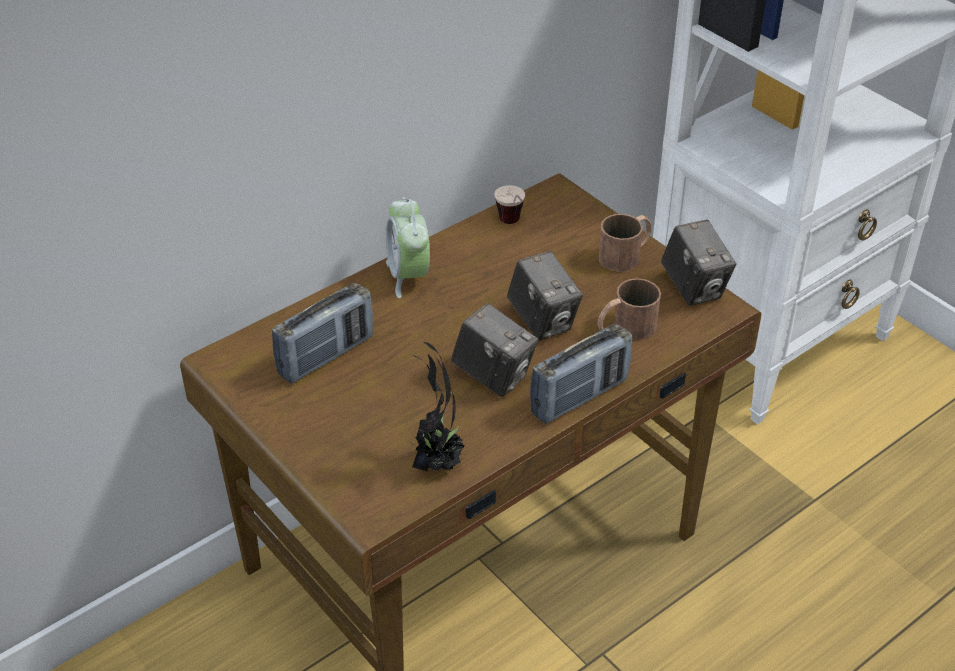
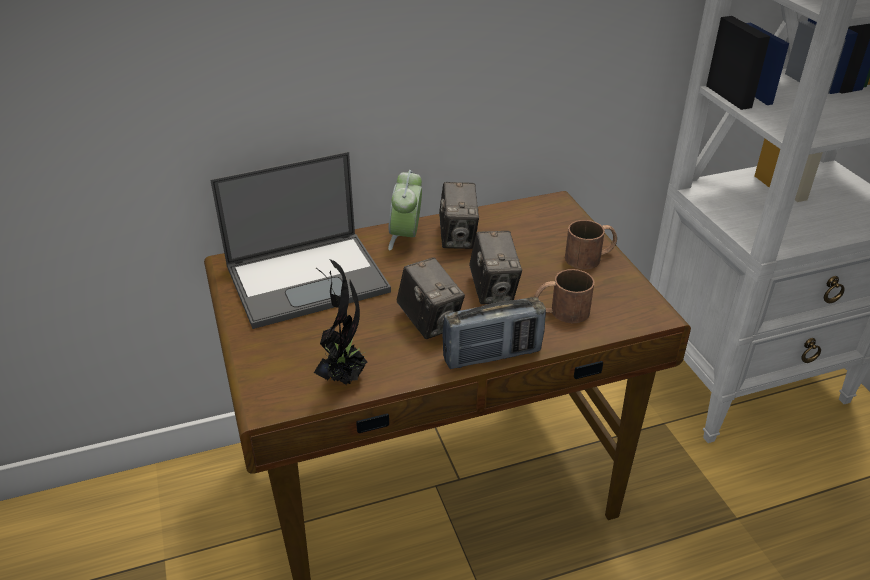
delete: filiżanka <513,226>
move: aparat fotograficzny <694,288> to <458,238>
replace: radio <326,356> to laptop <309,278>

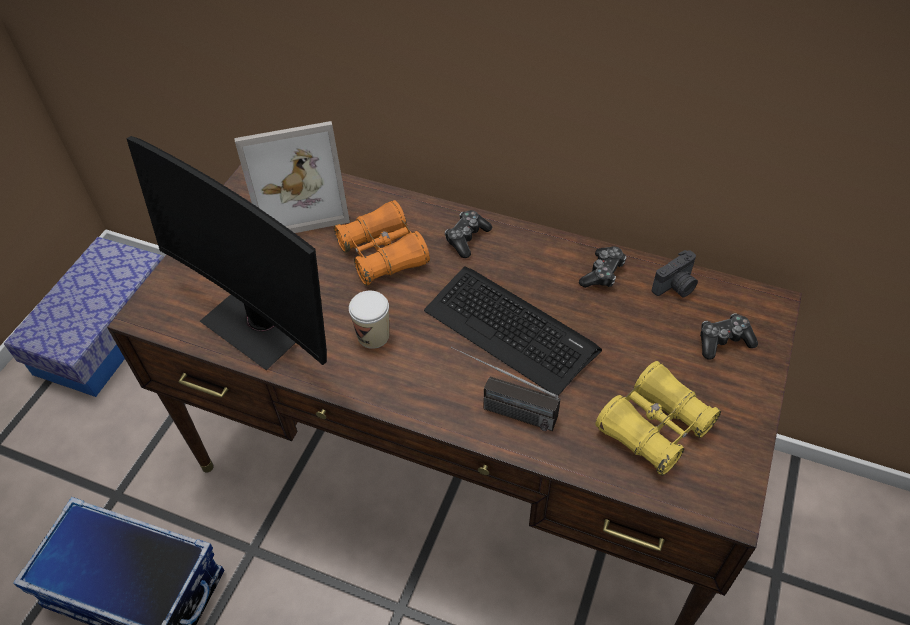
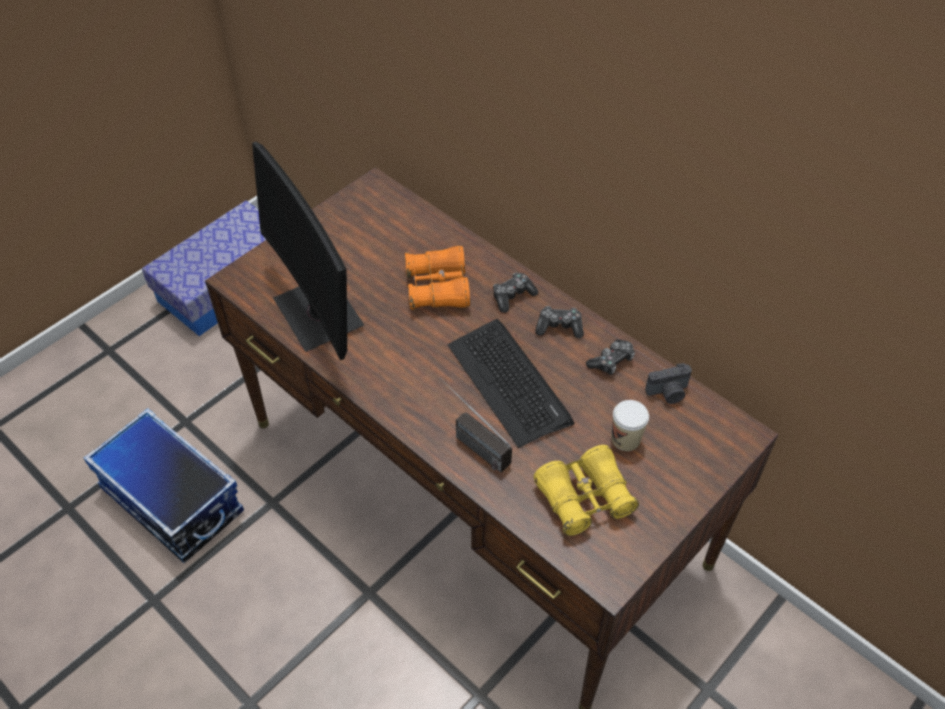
delete: ramka na zdjęcie <300,202>
move: pad do gier <723,341> to <559,327>; filiżanka <373,336> to <625,439>

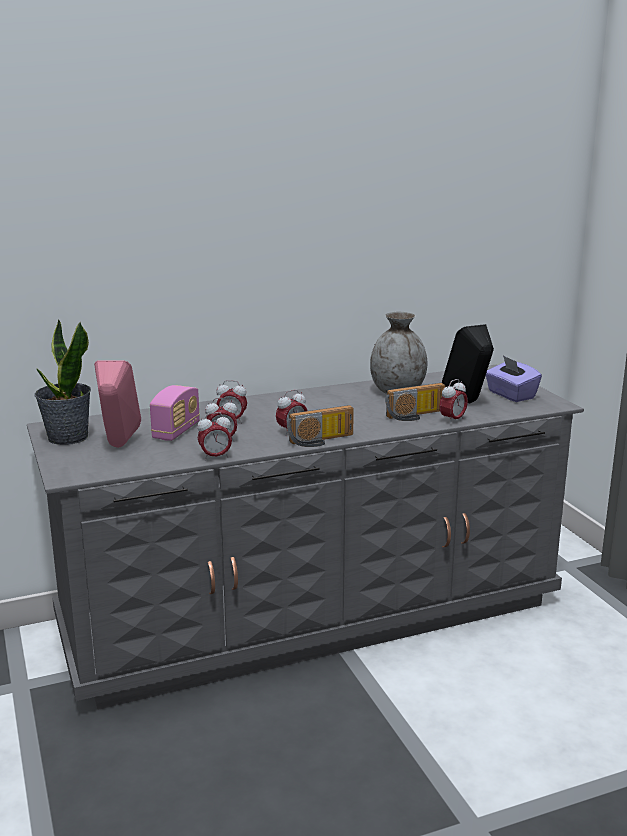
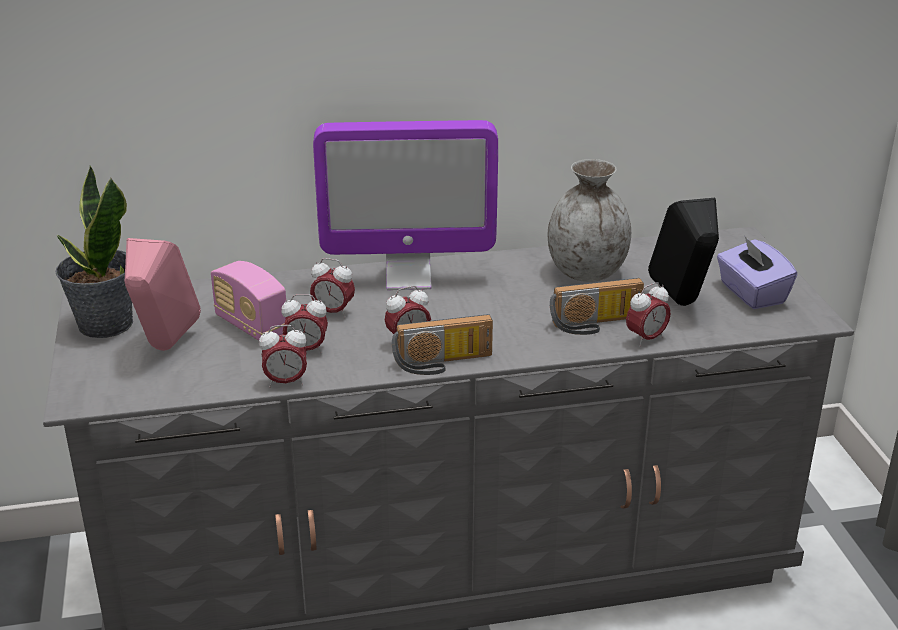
insert: monitor <408,278>
rotate: radio <176,431> = <251,326> 105 degrees clockwise

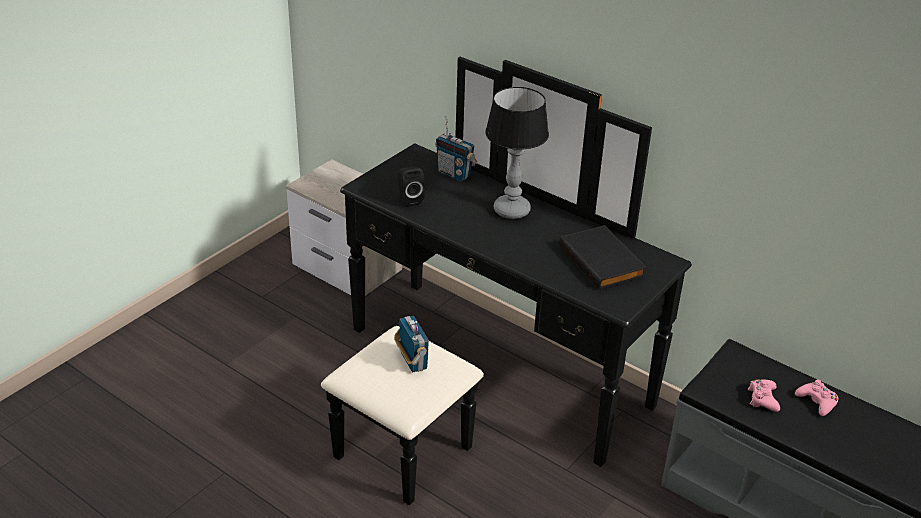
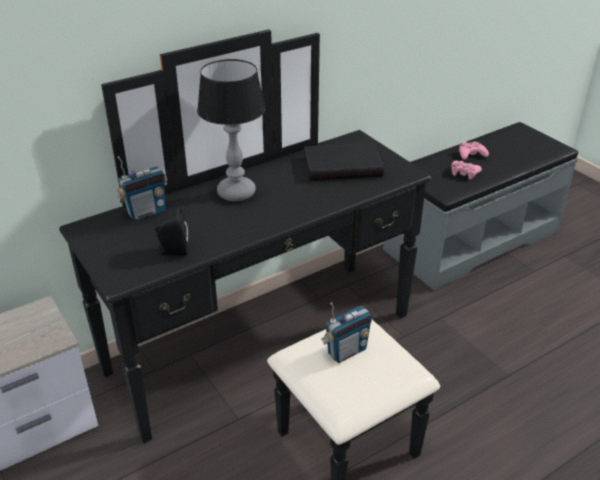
rotate: radio <412,361> = <346,351> 150 degrees clockwise

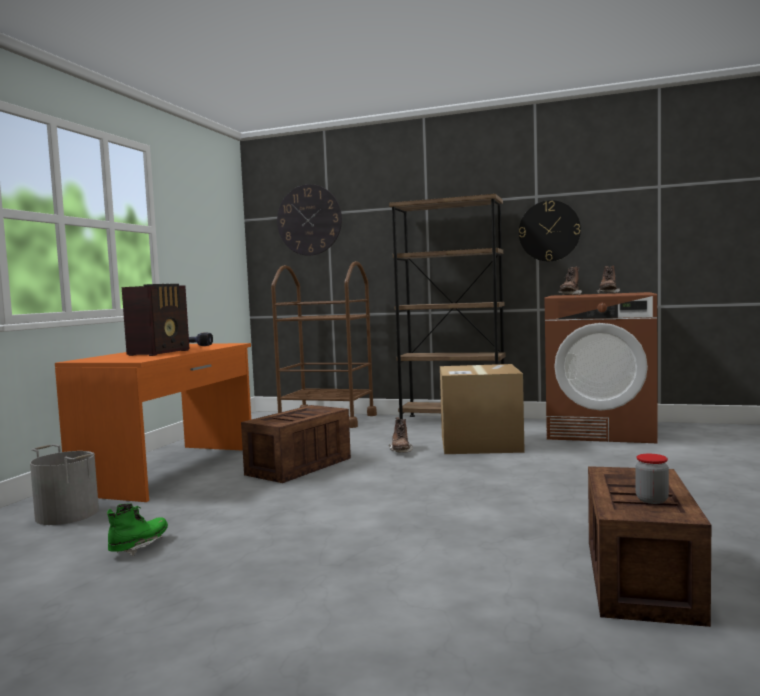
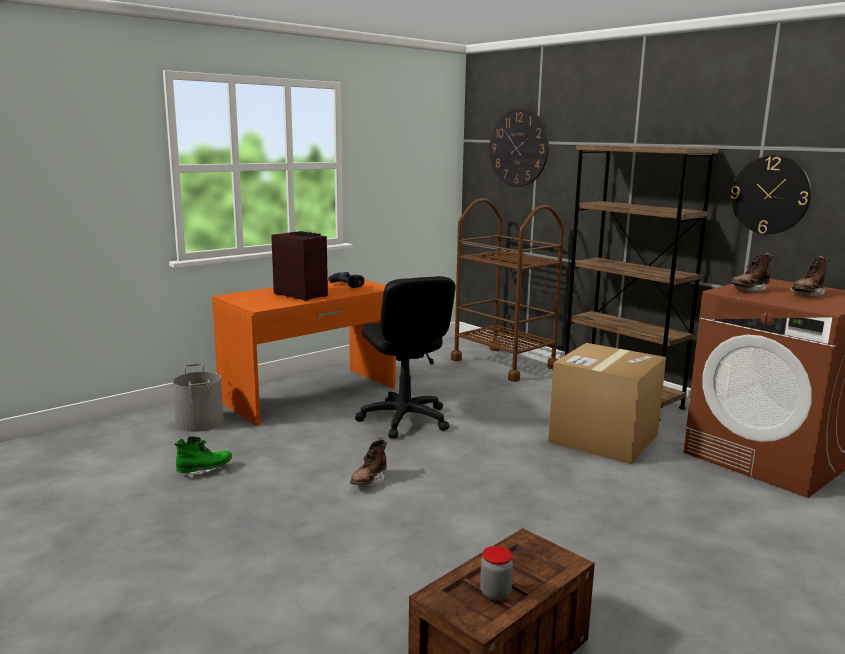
move: but z cholewką/brązowy <401,451> to <369,481>
replace: skrzynka <298,466> to krzesło biurowe/czarny <404,420>
rotate: radio <160,352> = <300,294> 105 degrees counterclockwise

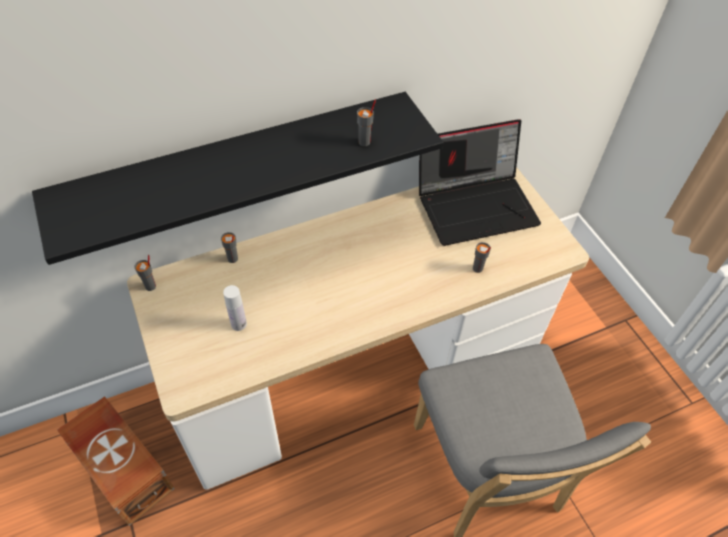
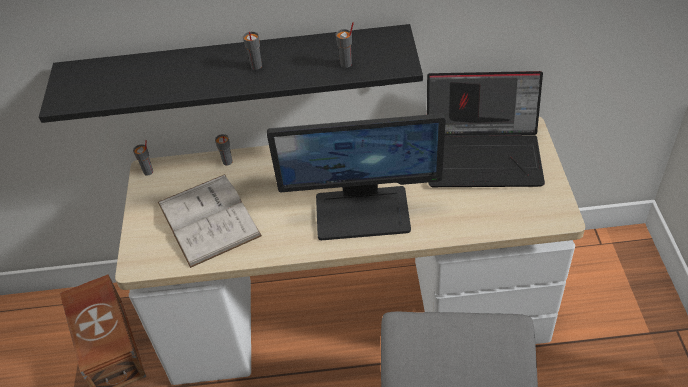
insert: monitor <363,211>
move: filiżanka/szary <477,269> to <256,66>
replace: butelka/biały <239,324> to książka/biały <208,219>

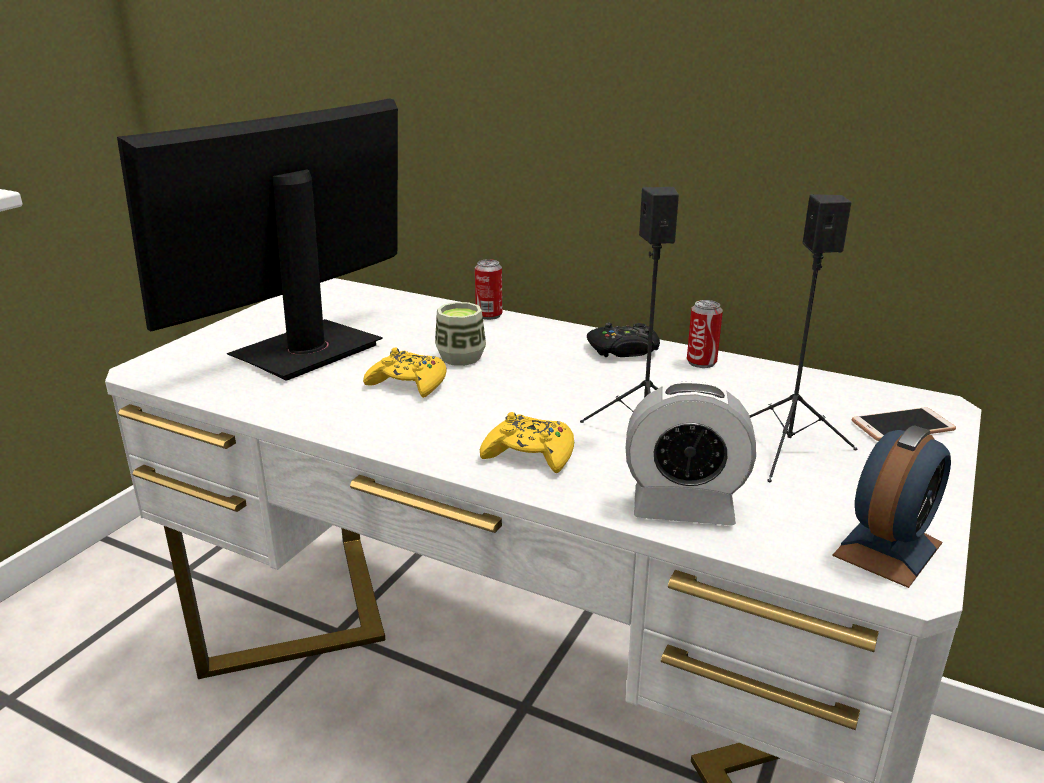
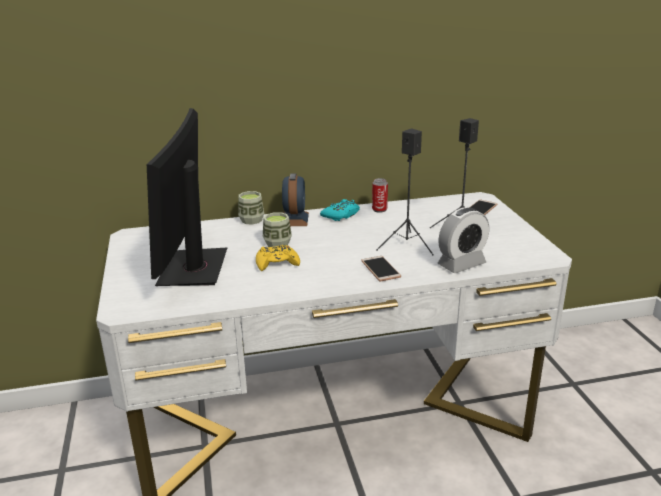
move: budzik <887,549> to <294,219>
replace: puszka <489,315> to filiżanka <251,220>; pad do gier/żółty <530,454> to telefon <380,269>
recolor: pad do gier/czarny <624,350> to pad do gier/turkusowy <341,215>

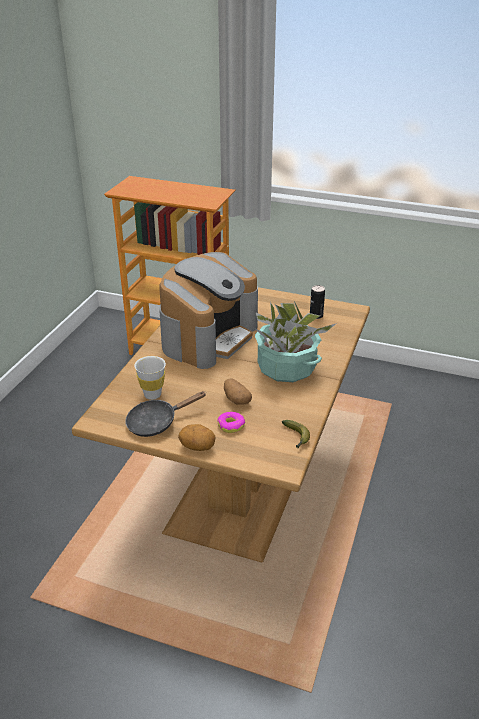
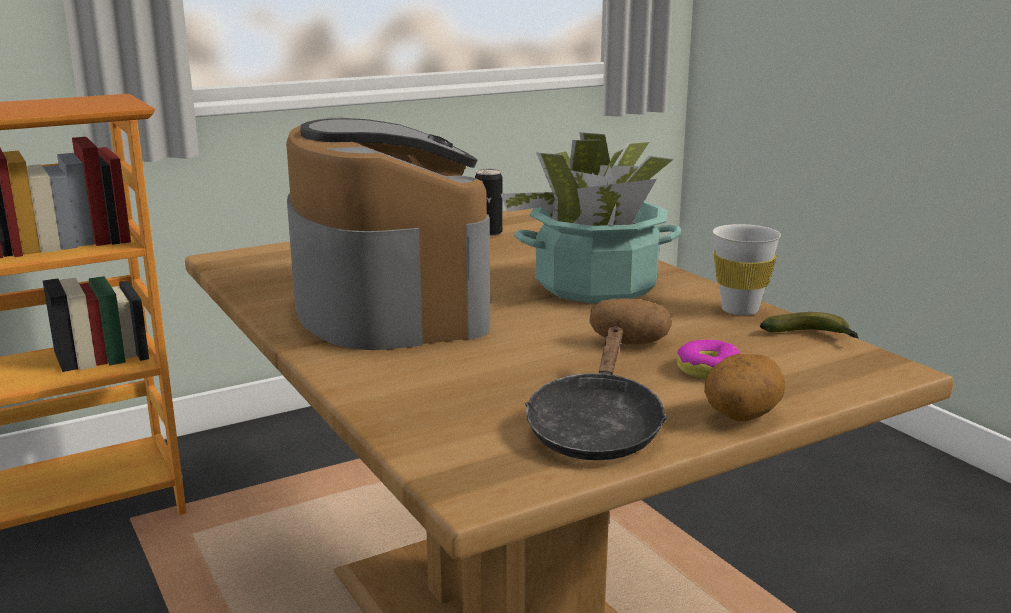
move: filiżanka/biały <152,395> to <739,310>

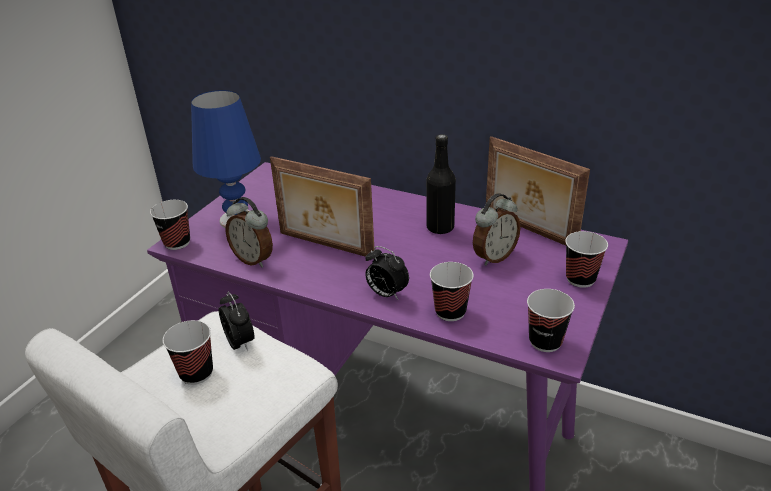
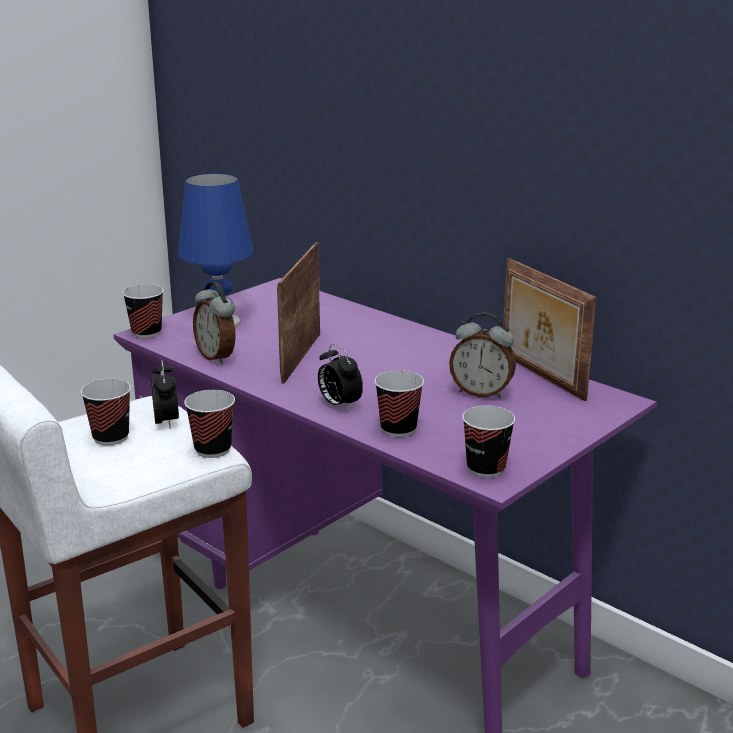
delete: butelka/czarny <440,228>
move: filiżanka <580,279> to <213,449>
rotate: ramka na zdjęcie <325,246> = <299,357> 60 degrees clockwise; budzik <493,257> = <481,393> 45 degrees clockwise

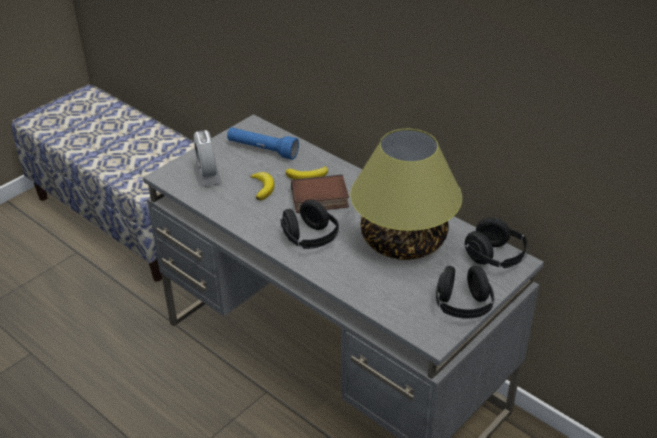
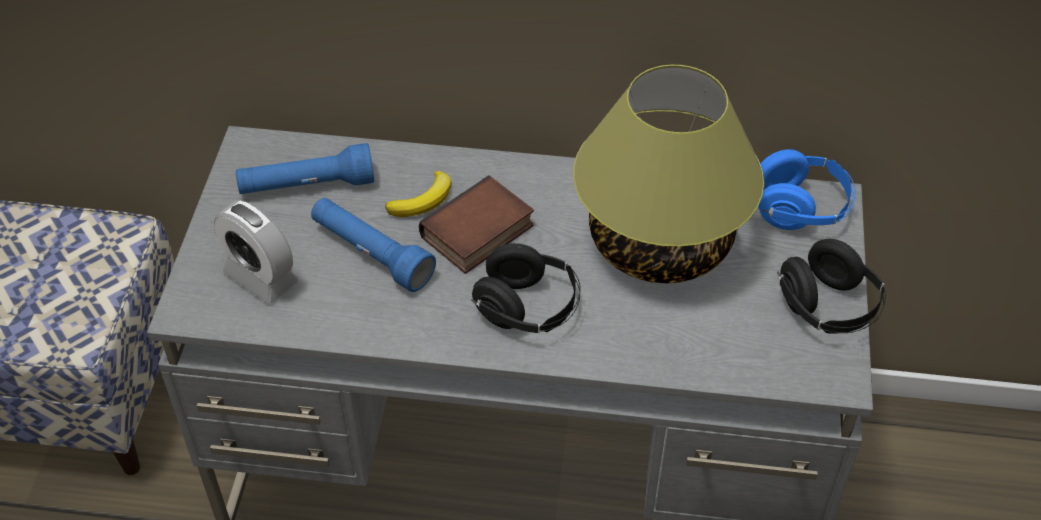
replace: banan <263,187> to latarka/niebieski <371,254>
recolor: słuchawki/czarny <495,258> to słuchawki/niebieski <801,209>

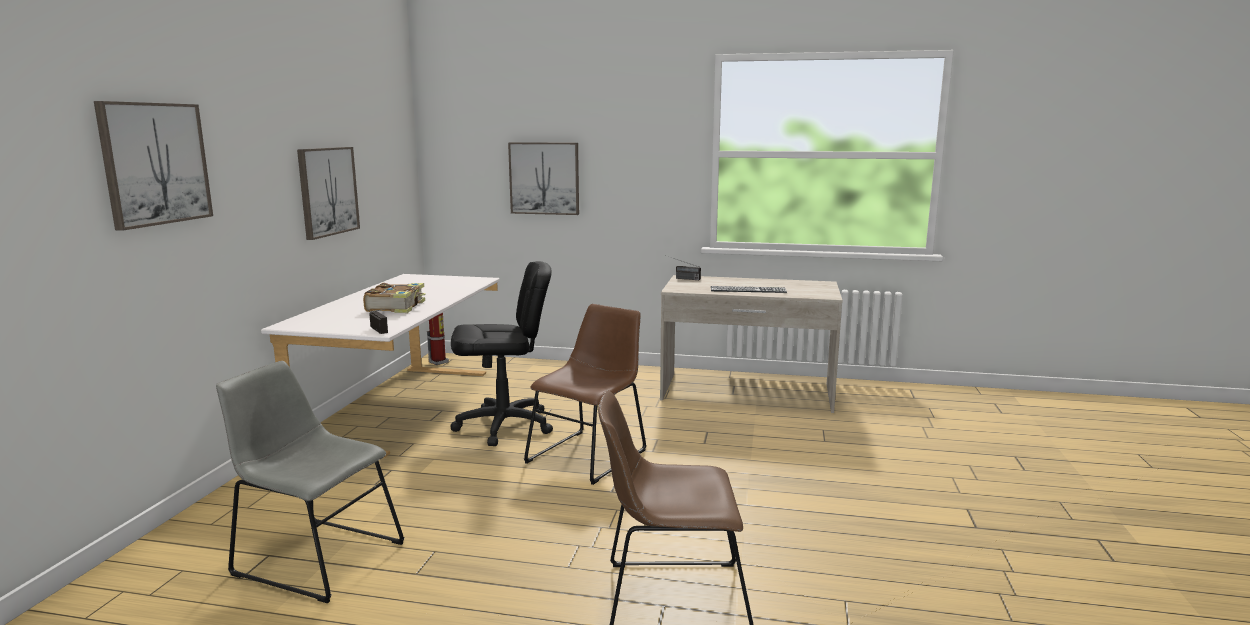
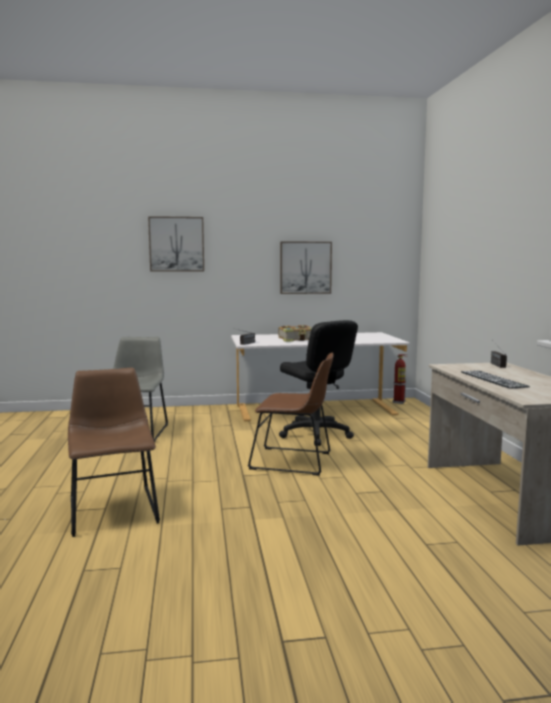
delete: obraz <544,178>

